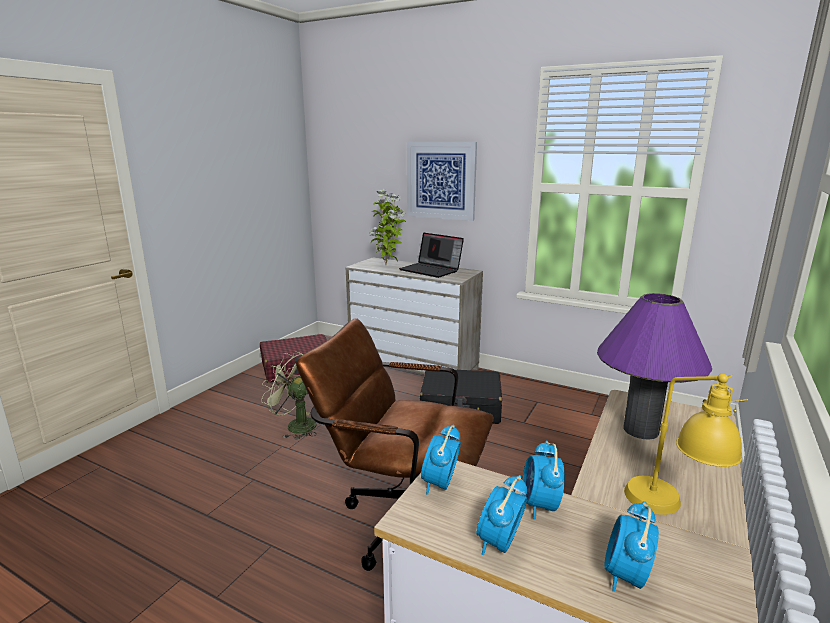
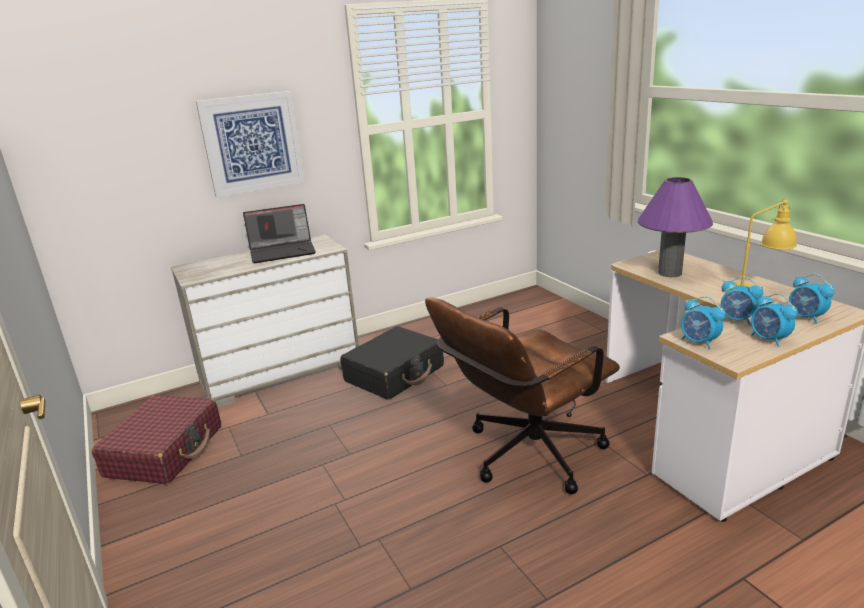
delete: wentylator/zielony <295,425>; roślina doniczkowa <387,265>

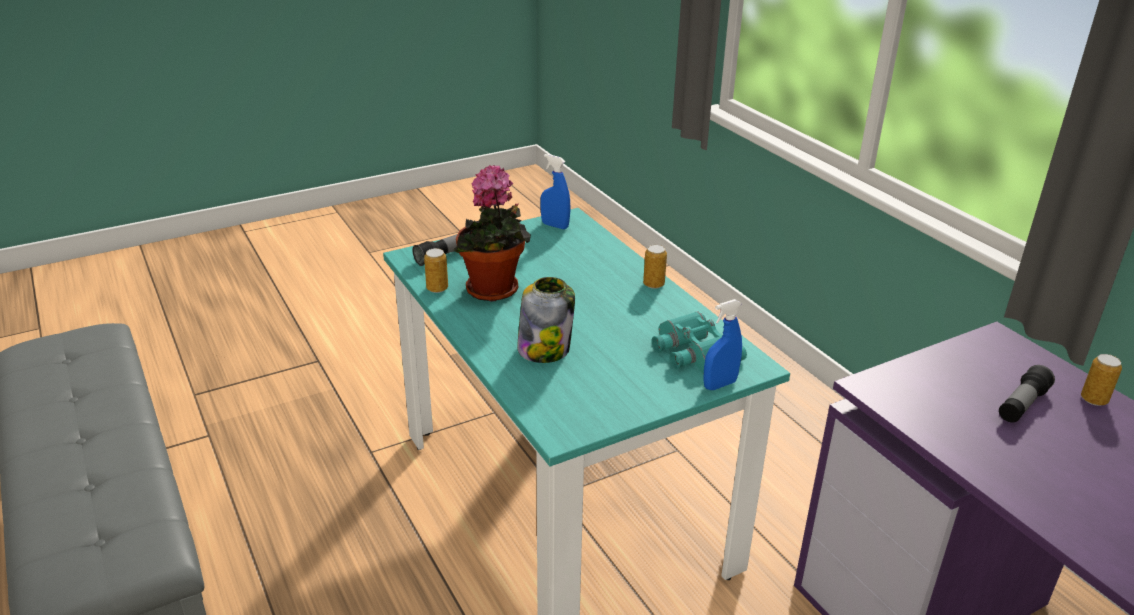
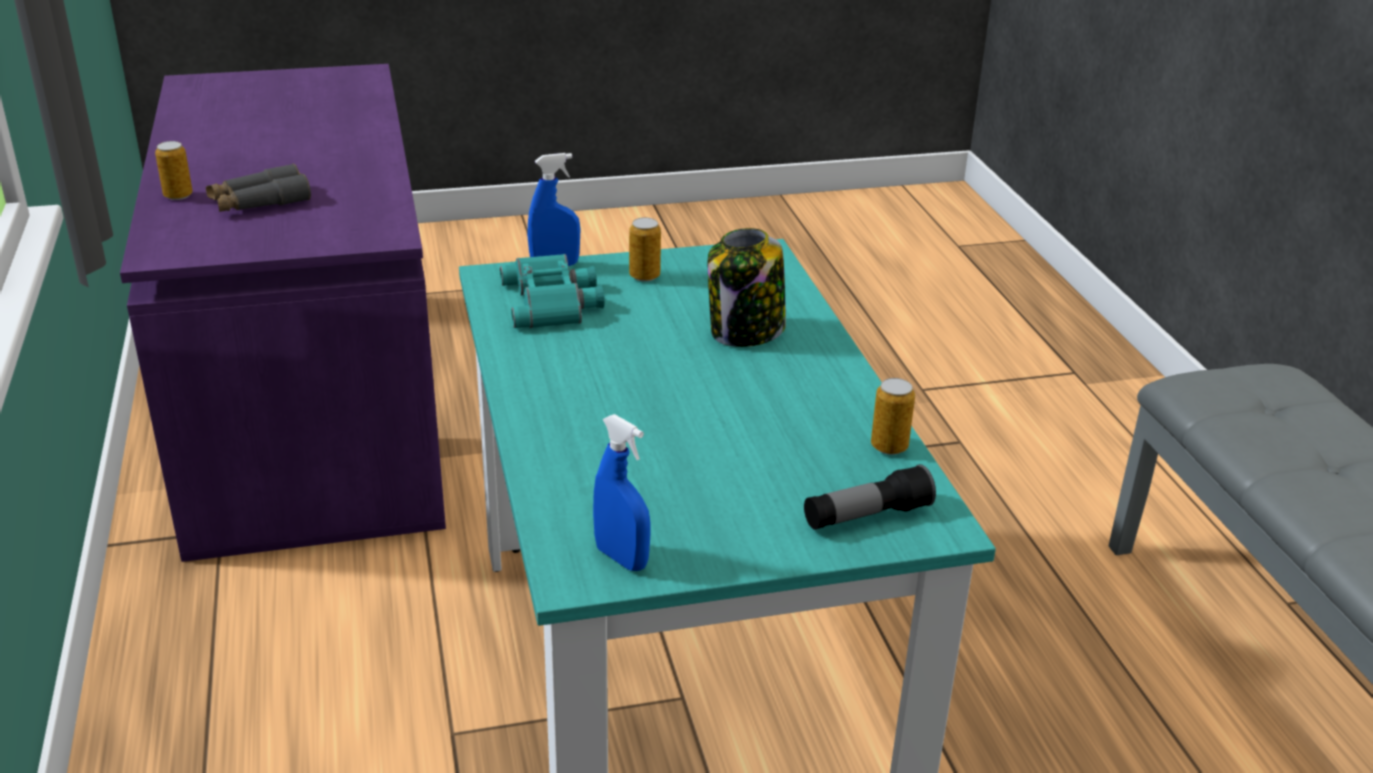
delete: roślina doniczkowa <494,291>
move: puszka <653,284> to <644,276>
replace: latarka <1021,405> to lornetka/szary <259,202>

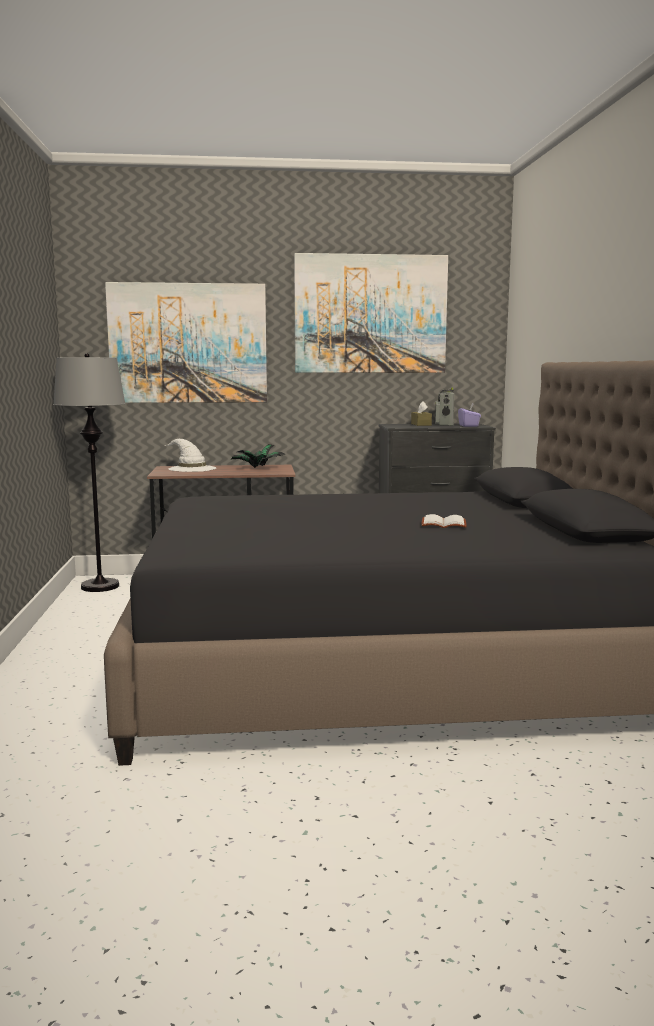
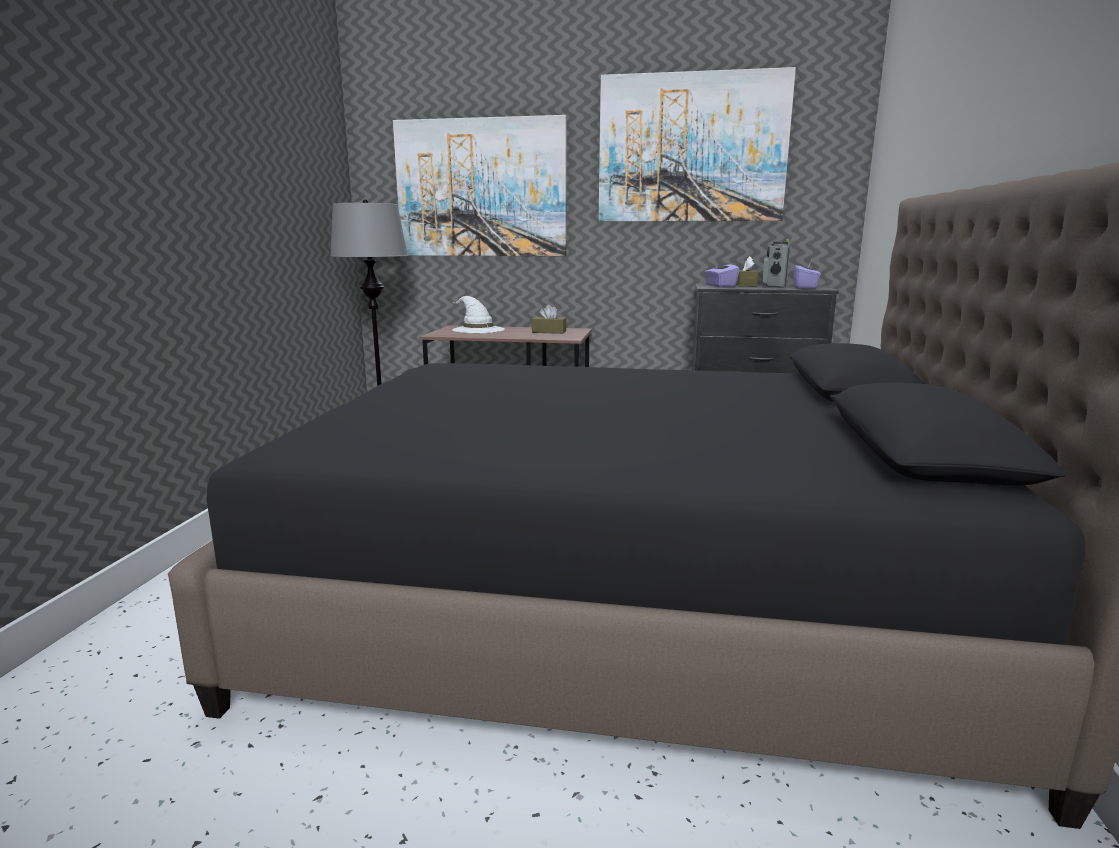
delete: książka/biały <444,524>
insert: pudełko chusteczek/fioletowy <720,286>
replace: roślina doniczkowa <258,468> to pudełko chusteczek/brązowy <549,332>

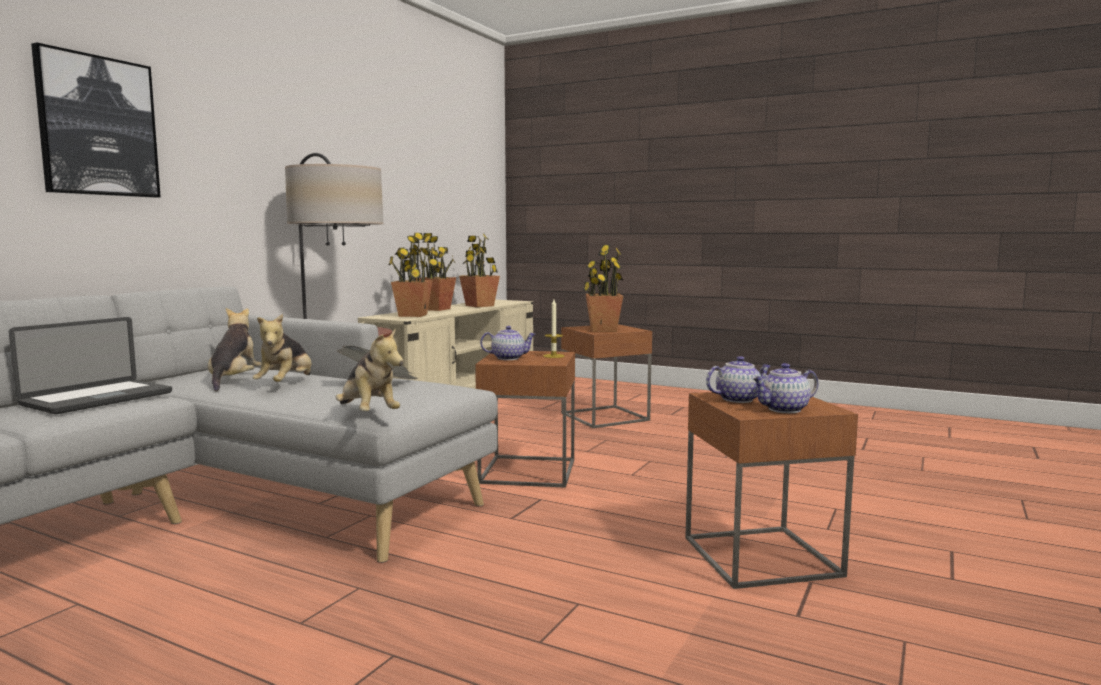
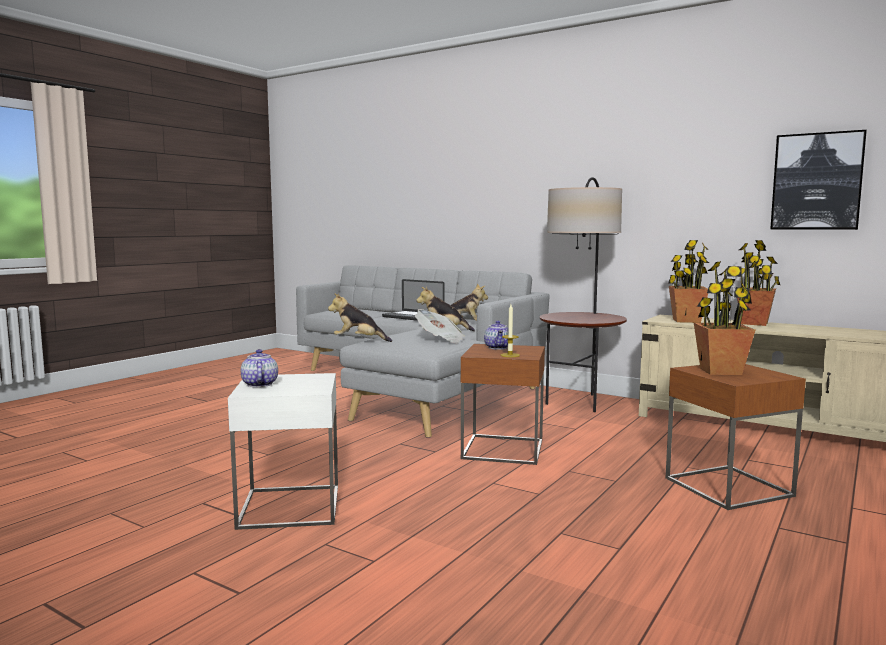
delete: roślina doniczkowa <480,306>; imbryk <737,399>
move: obraz <98,126> to <816,181>
recolor: stolik/brązowy <760,556> to stolik/biały <290,506>
rotate: pluszak <368,414> = <359,341> 45 degrees clockwise

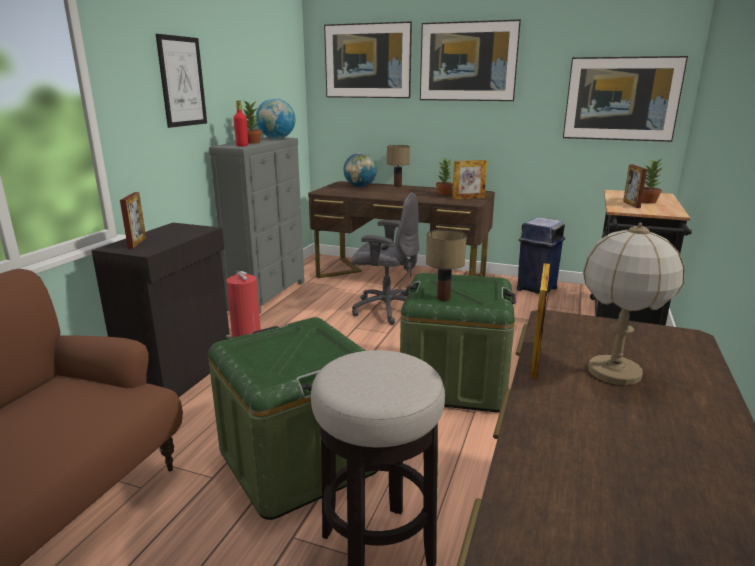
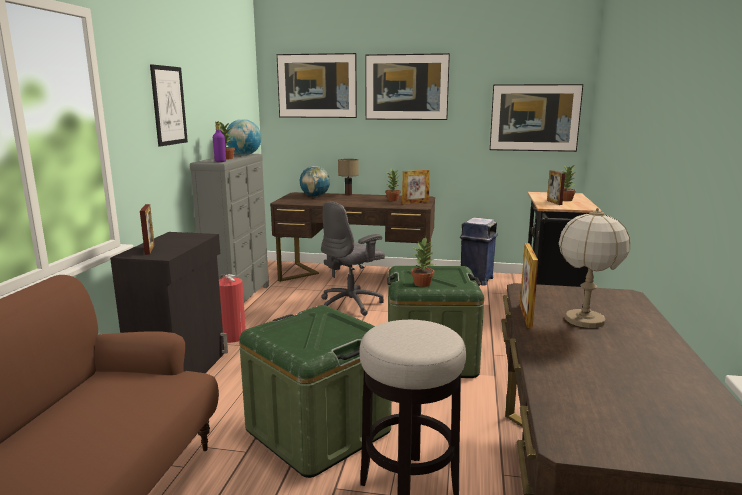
replace: lampa stołowa <444,298> to roślina doniczkowa <422,284>
recolor: butelka/czerwony <242,146> to butelka/fioletowy <220,161>
rotate: krzesło biurowe/szary <385,309> = <351,304> 135 degrees clockwise

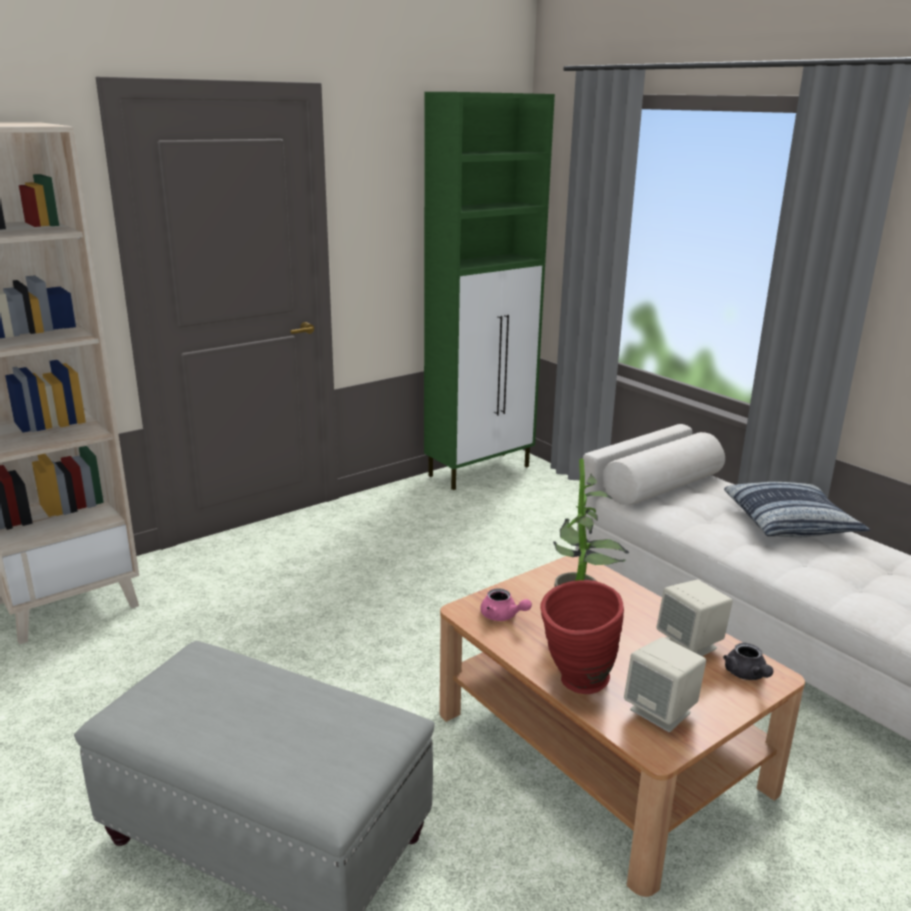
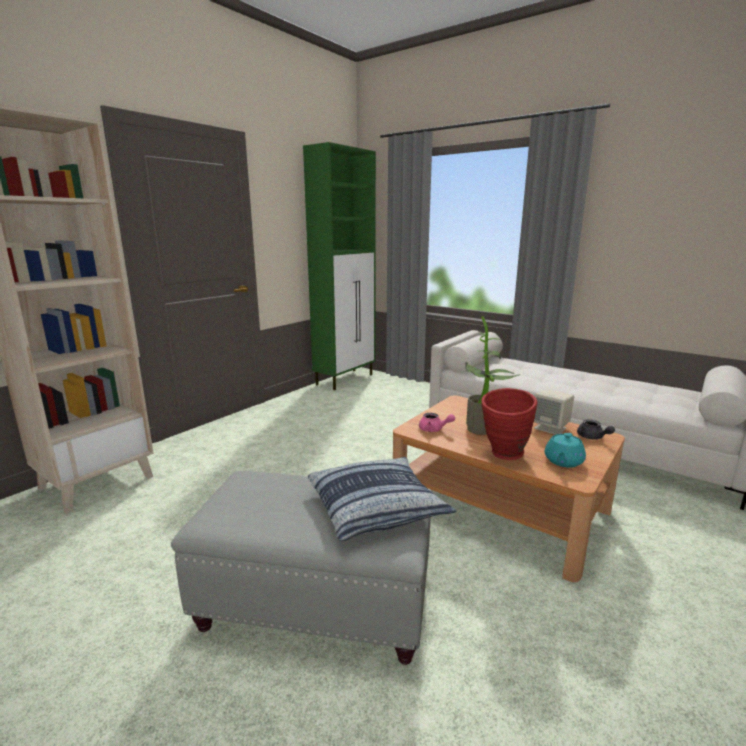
move: poduszka <790,522> to <377,508>
replace: głośnik/beżowy <661,711> to imbryk/turkusowy <563,461>

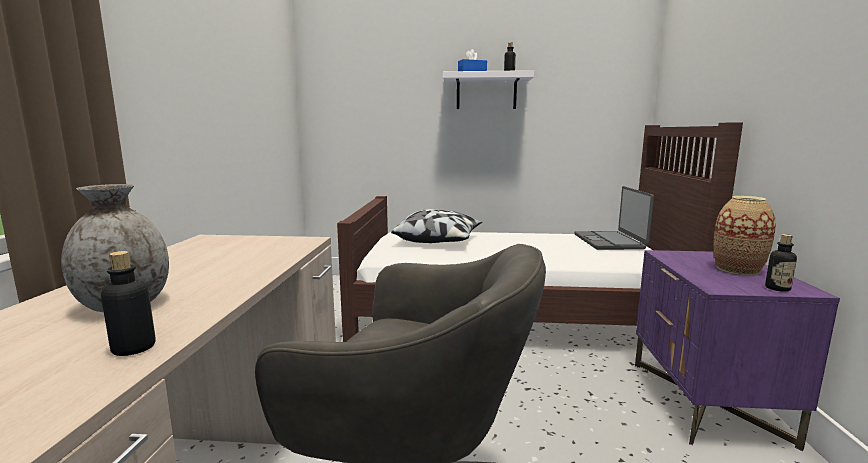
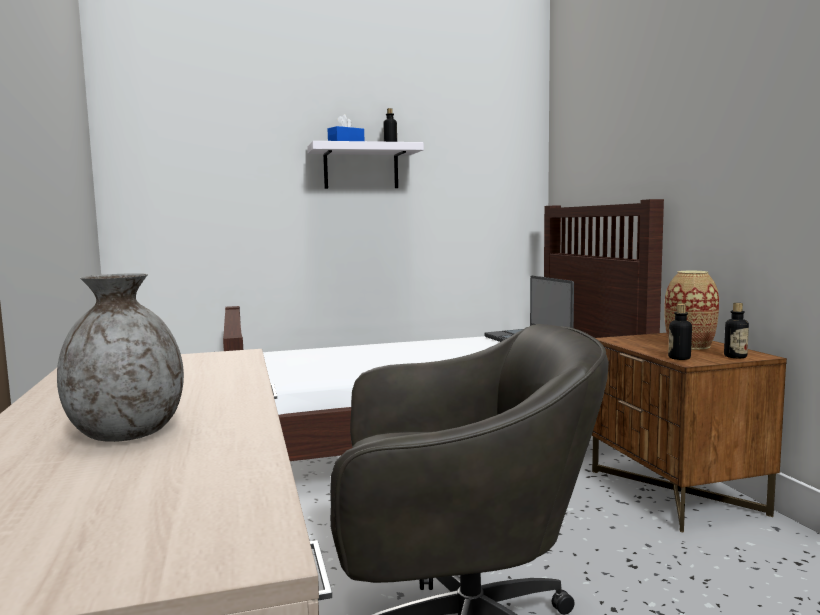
delete: poduszka <439,241>
move: butelka <133,348> to <679,358>
recolor: szafka nocna/fioletowy <707,402> to szafka nocna/brązowy <676,492>

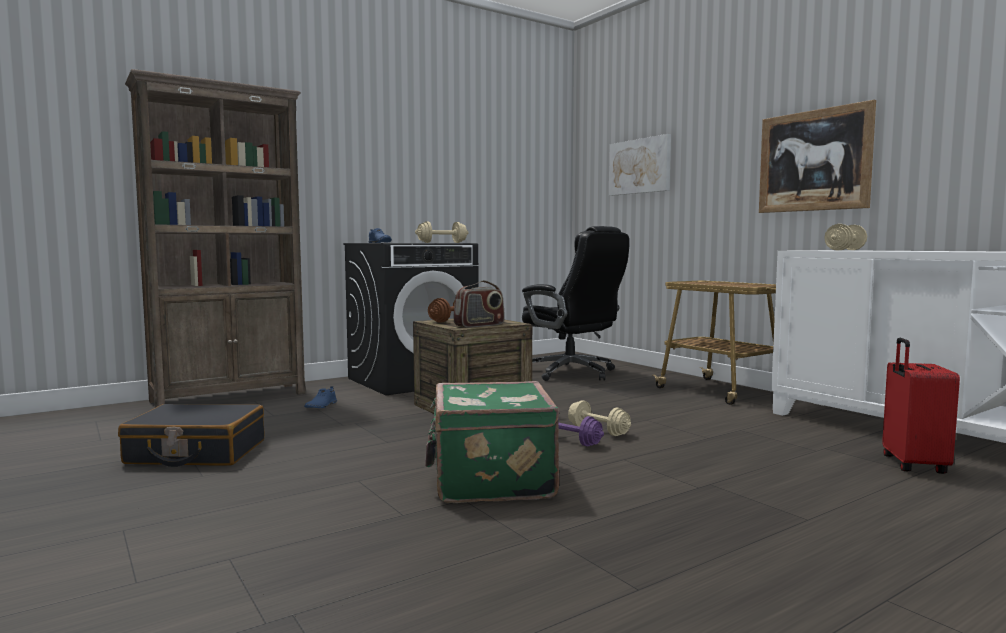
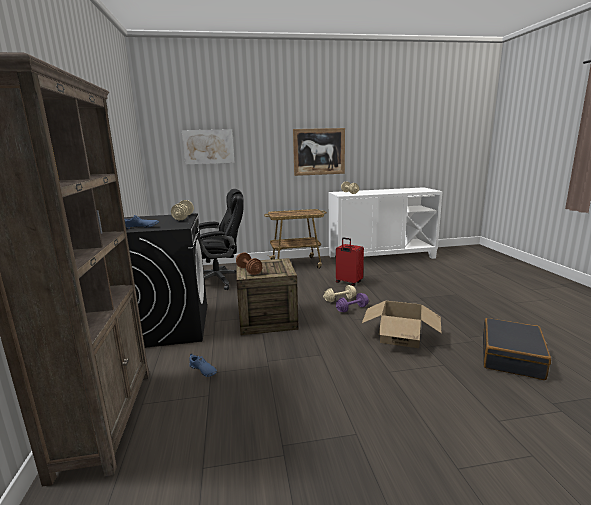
delete: radio <479,325>
move: walizka/czerwony <912,465> to <348,282>; walizka/czarny <196,452> to <512,357>
replace: walizka/zielony <490,480> to karton <401,336>

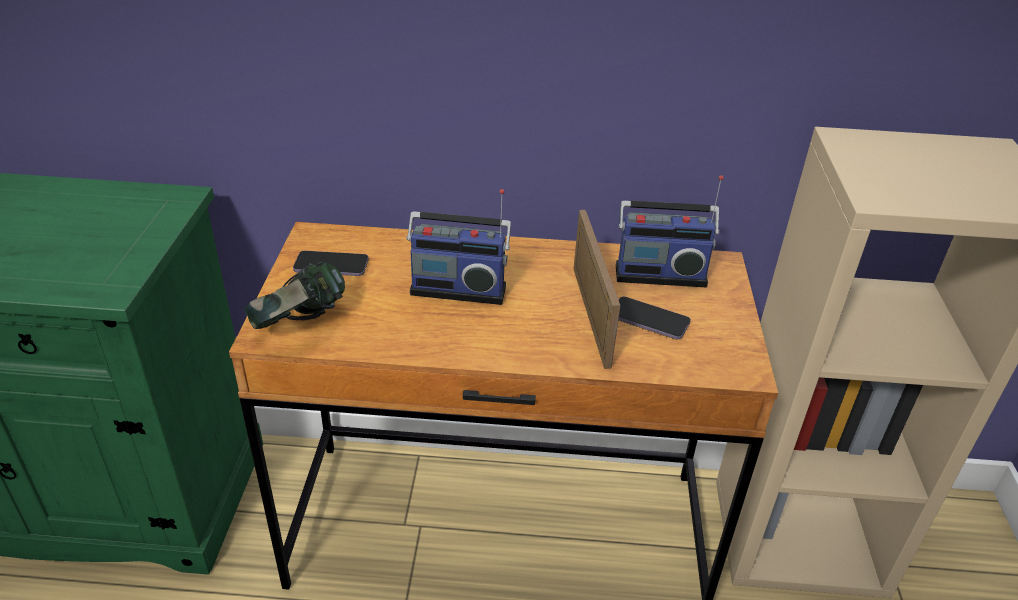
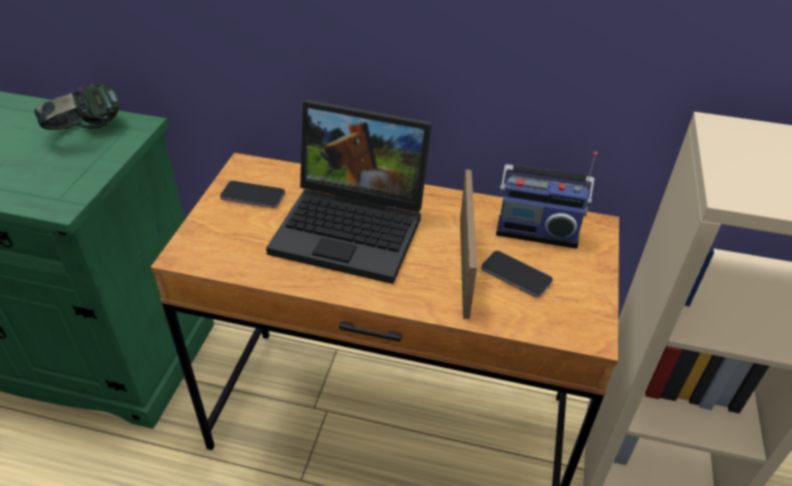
move: słuchawki <301,326> to <86,132>
replace: radio <459,288> to laptop <355,227>

